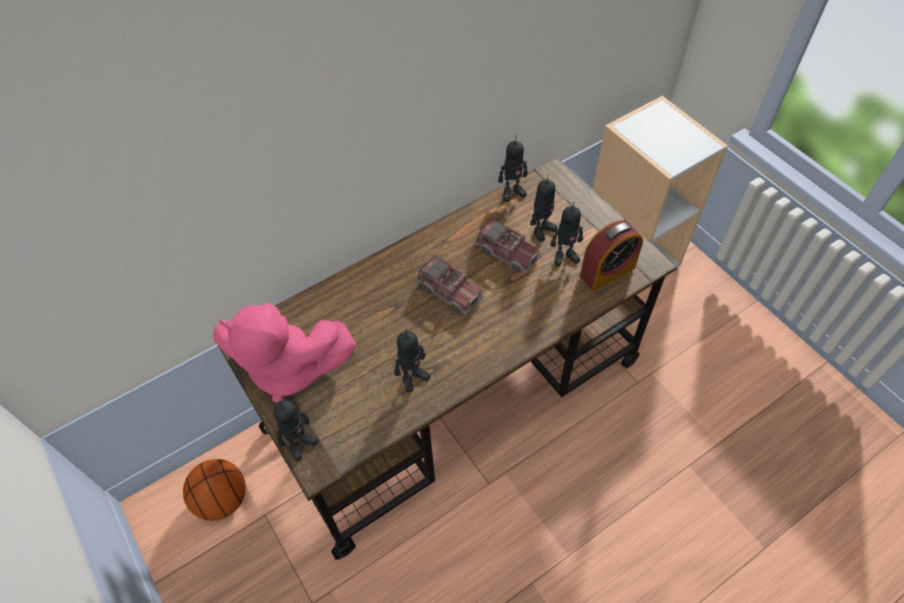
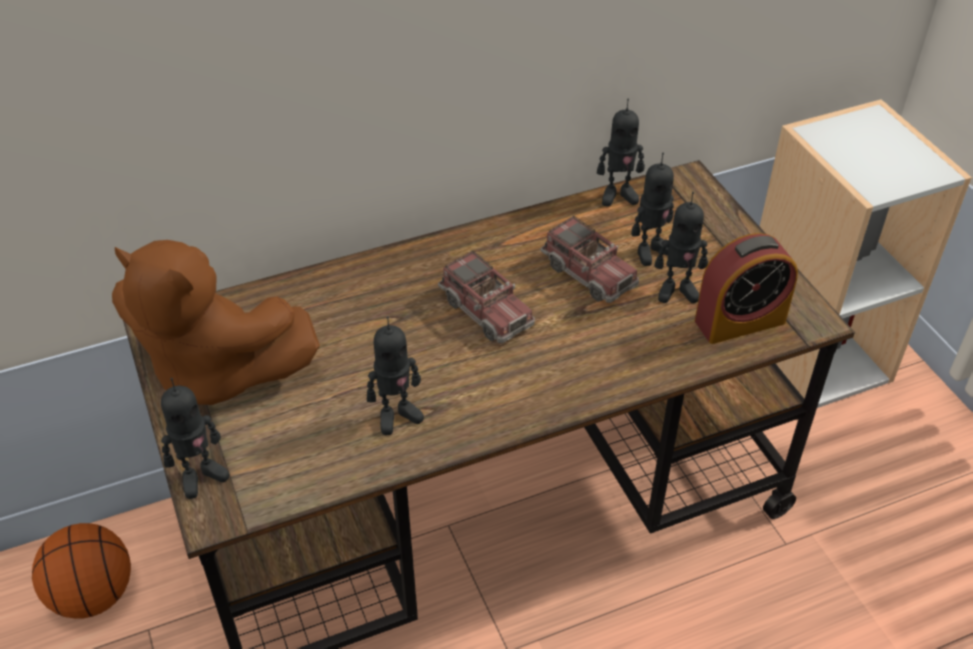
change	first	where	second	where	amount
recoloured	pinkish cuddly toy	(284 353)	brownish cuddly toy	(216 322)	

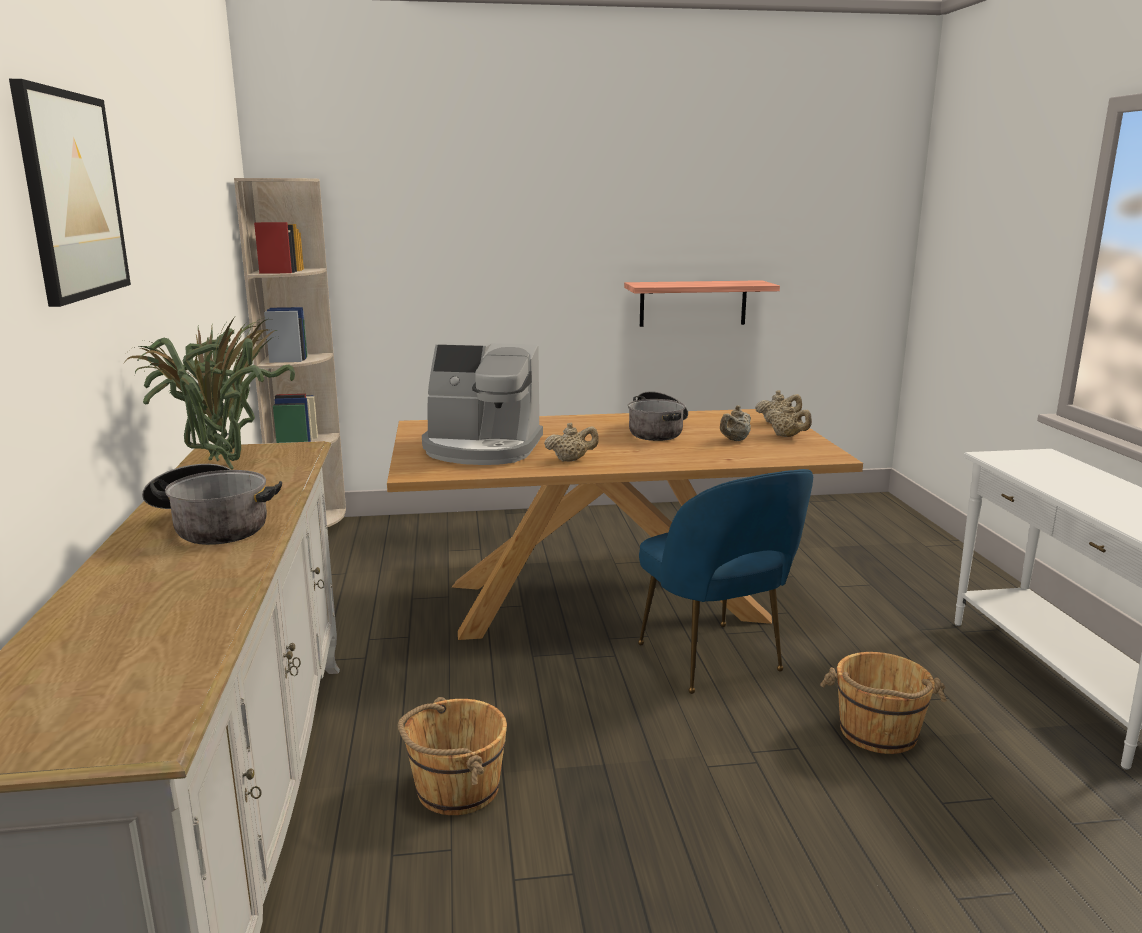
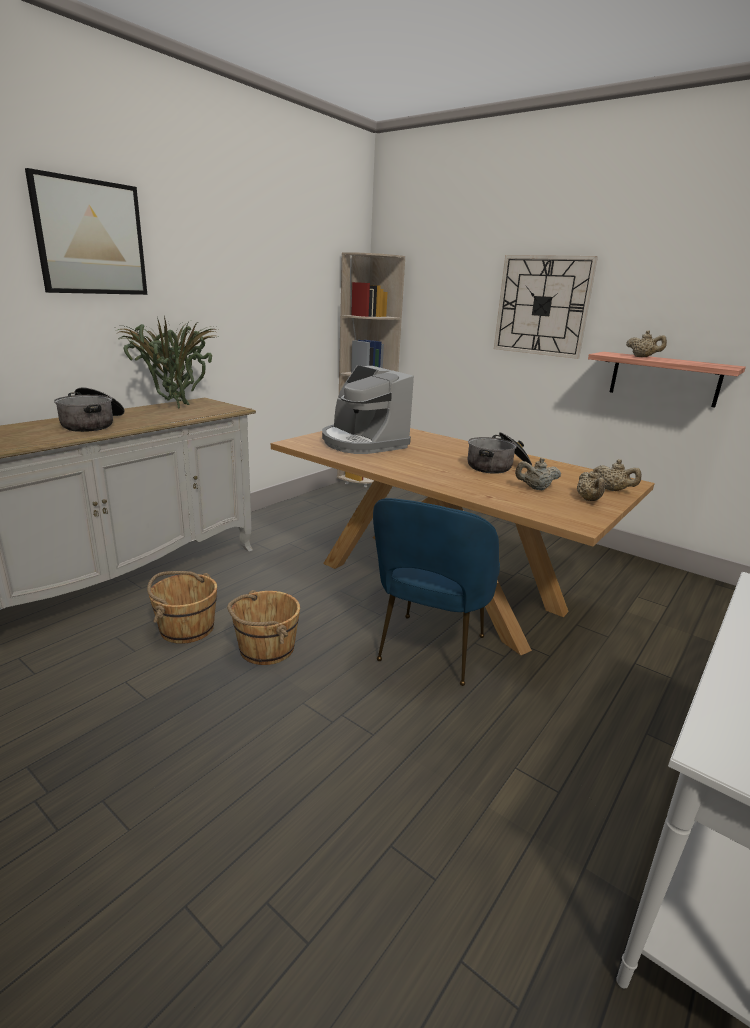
change	first	where	second	where	amount
moved	beige-coloured tea pot	(571 442)		(646 343)	
moved	brownish water bucket	(883 703)		(263 627)	
added			clock on the wall	(546 307)	

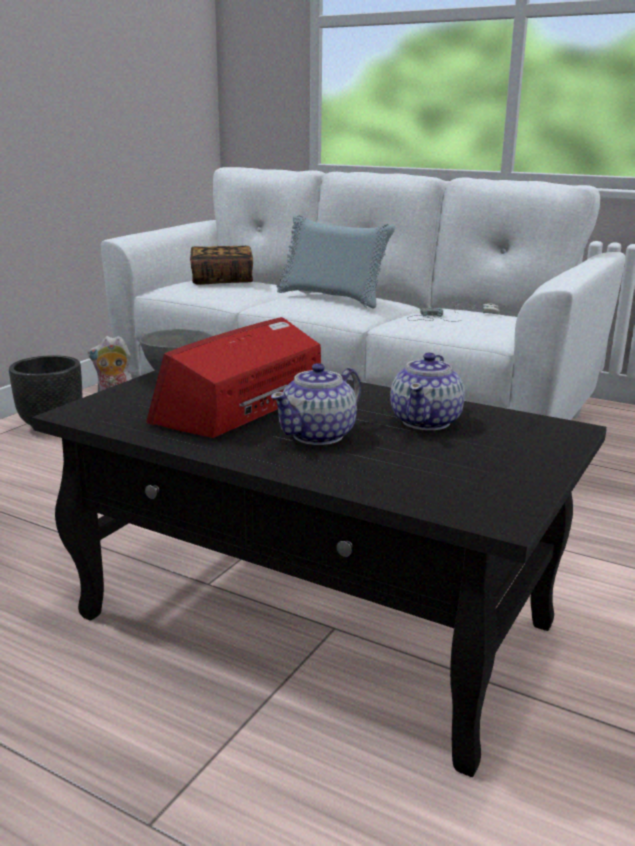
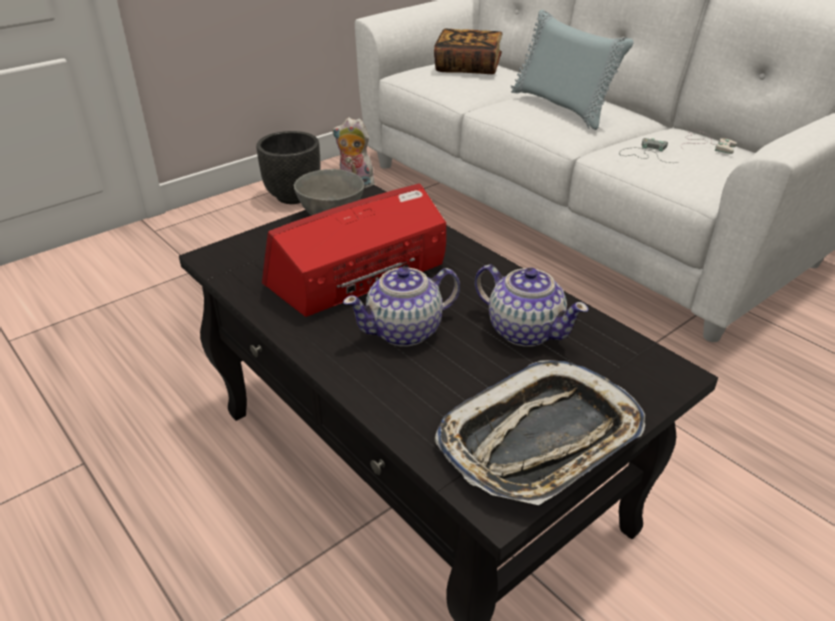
change	first	where	second	where	amount
turned	tea pot	(427 391)		(532 305)	90 degrees counterclockwise
added			carrying tray	(540 432)	

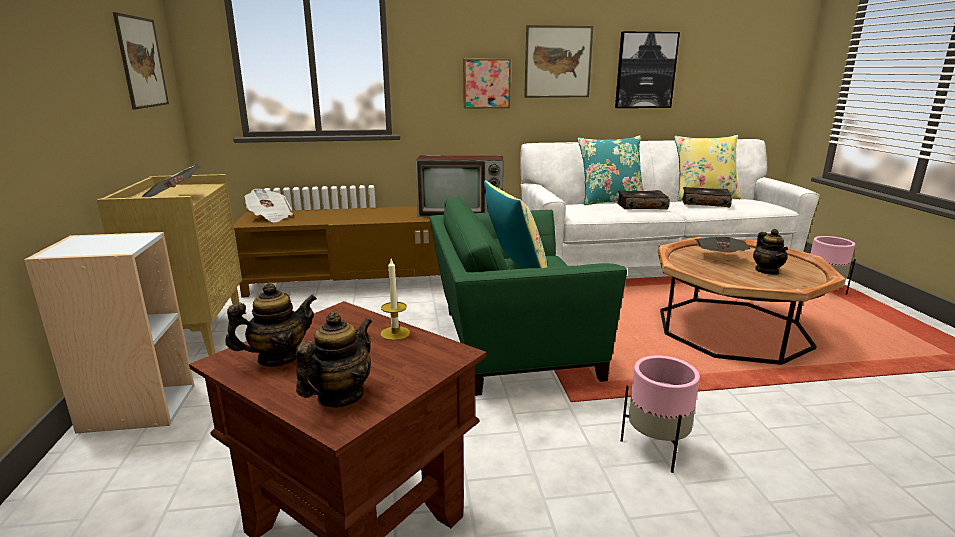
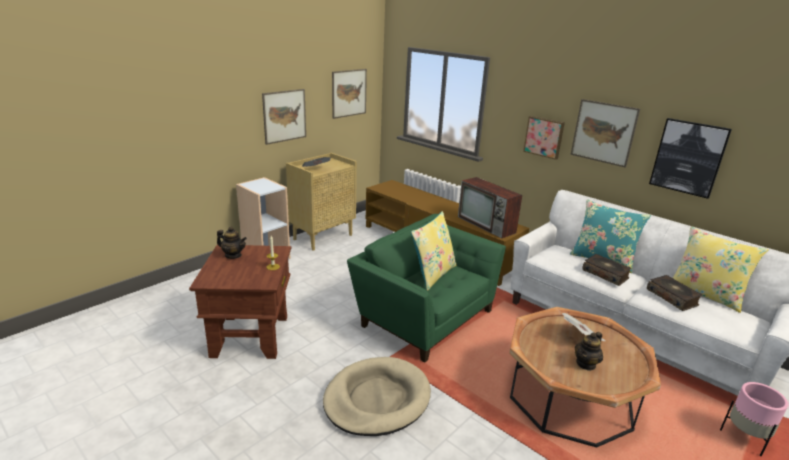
change	first	where	second	where	amount
removed	daily paper	(269 206)			
removed	tea pot	(334 359)			
replaced	pinkish plant pot	(660 414)	beige-coloured dog cushion	(377 396)	
added			wall picture	(284 117)	

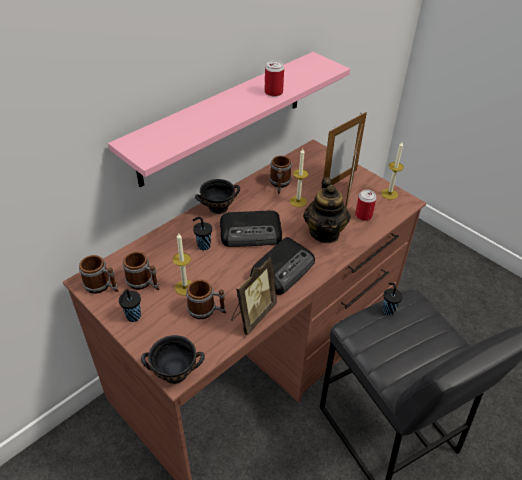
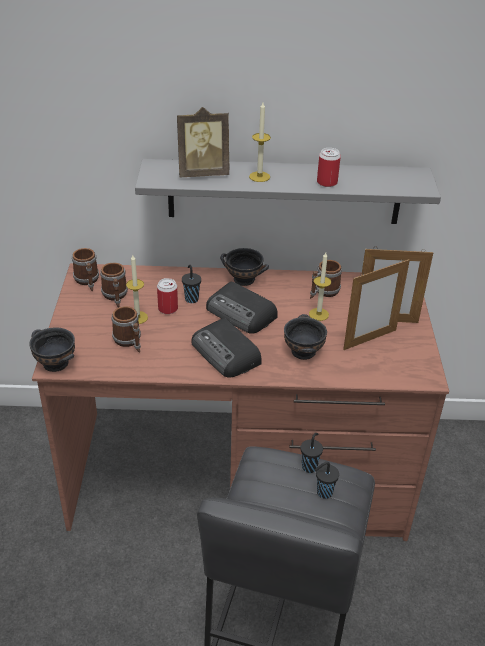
change	first	where	second	where	amount
recoloured	pinkish wall shelf	(229 119)	greyish wall shelf	(288 191)	
moved	black small cup	(130 305)		(327 480)	
moved	photo frame	(254 296)		(203 142)	
turned	radio set	(282 266)		(226 348)	60 degrees clockwise
replaced	tea pot	(327 210)	black serving bowl	(305 337)	
moved	metal can	(366 205)		(167 296)	
moved	candle	(392 171)		(260 142)	

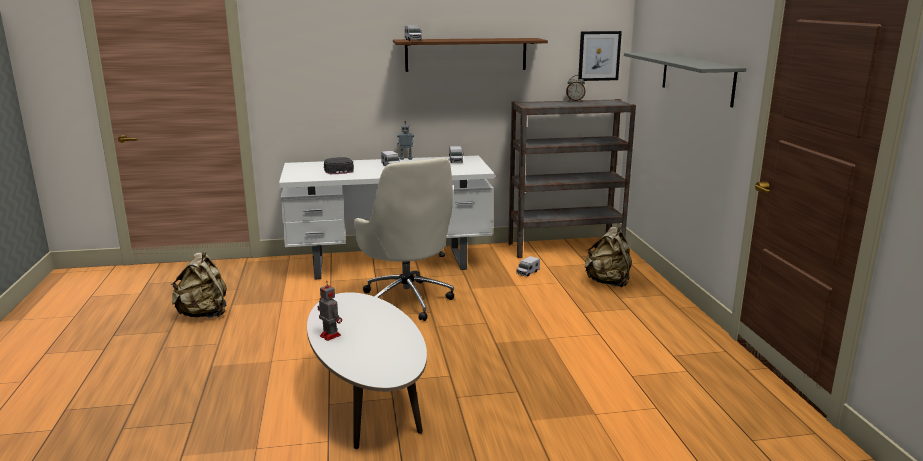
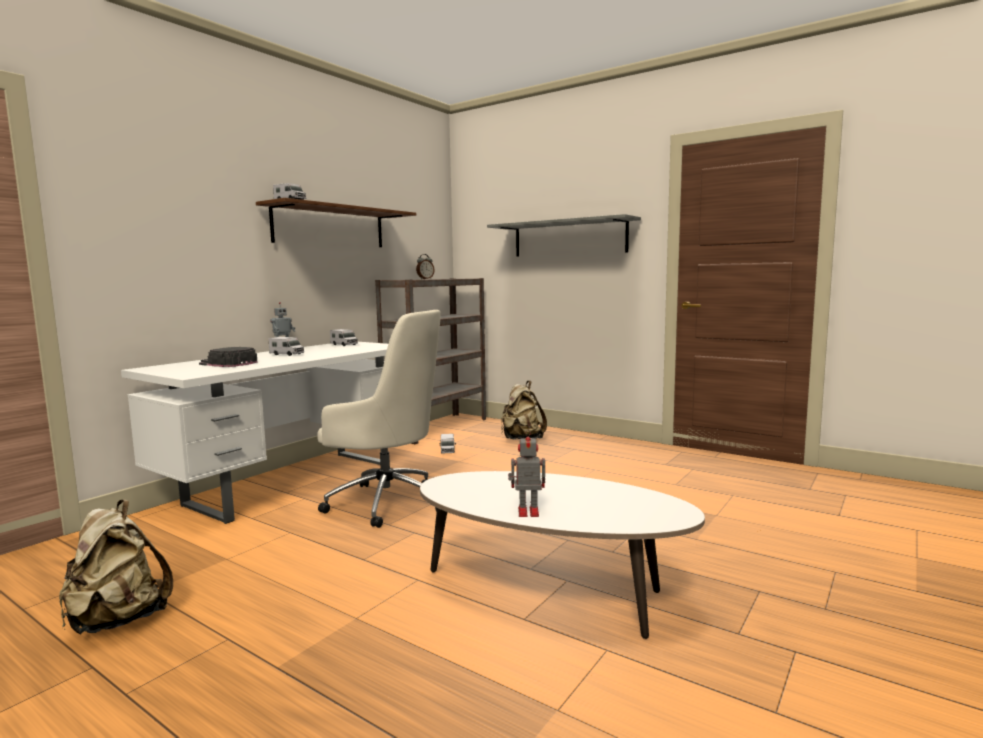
change	first	where	second	where	amount
removed	wall picture	(600 56)			

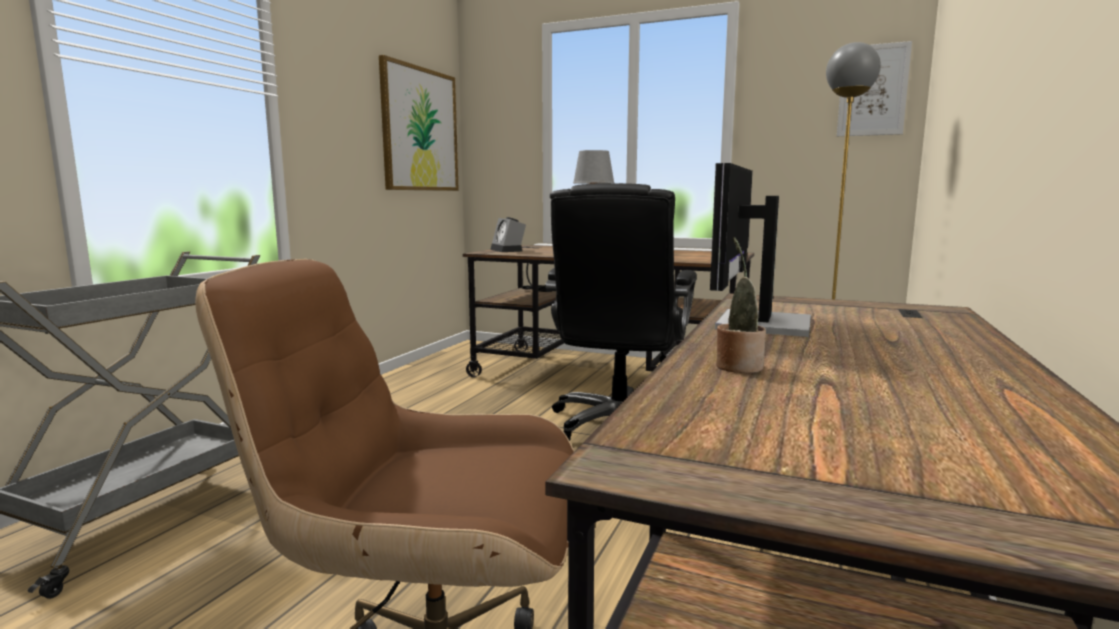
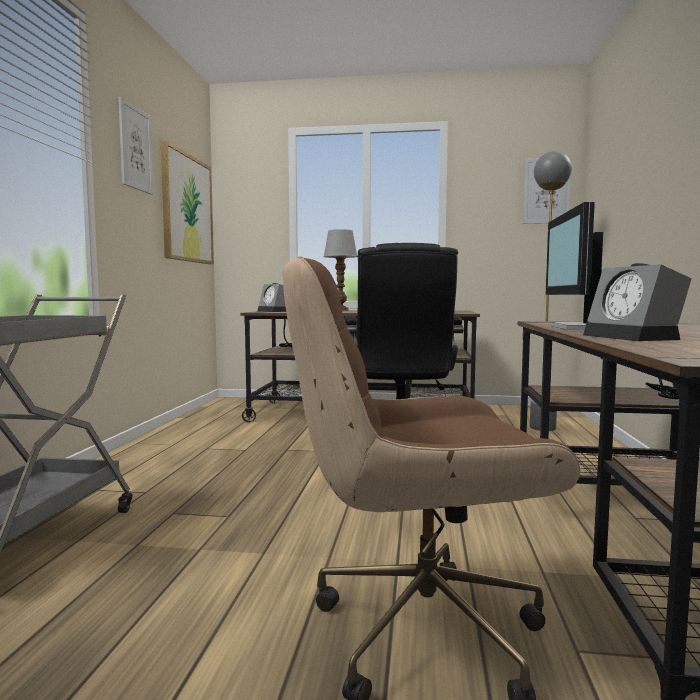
change	first	where	second	where	amount
replaced	potted plant	(741 305)	alarm clock	(637 302)	
added			wall picture	(135 146)	

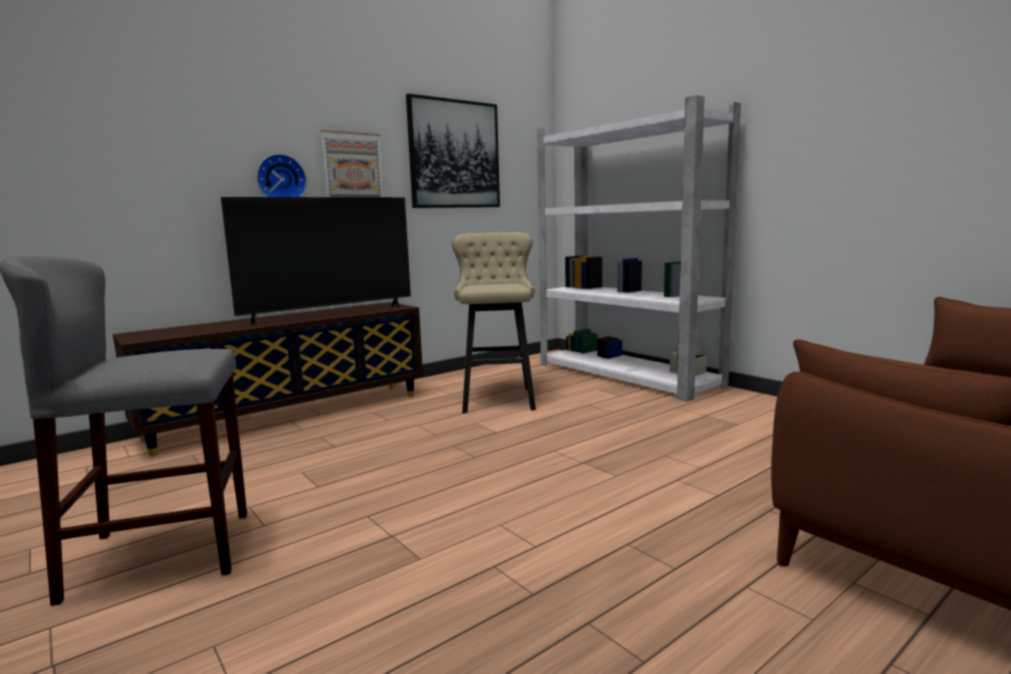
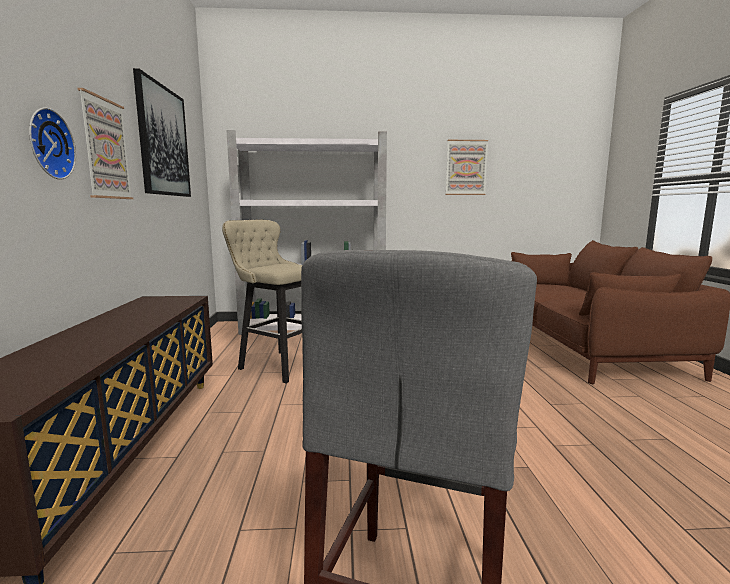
change	first	where	second	where	amount
removed	television	(316 261)			
added			wall picture	(467 167)	

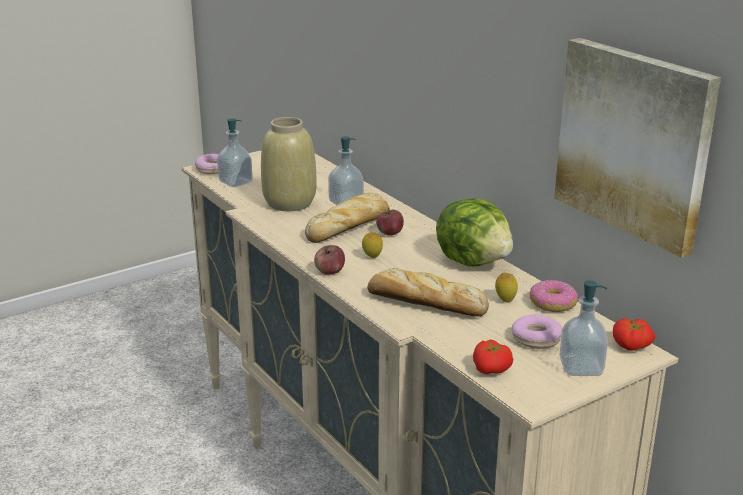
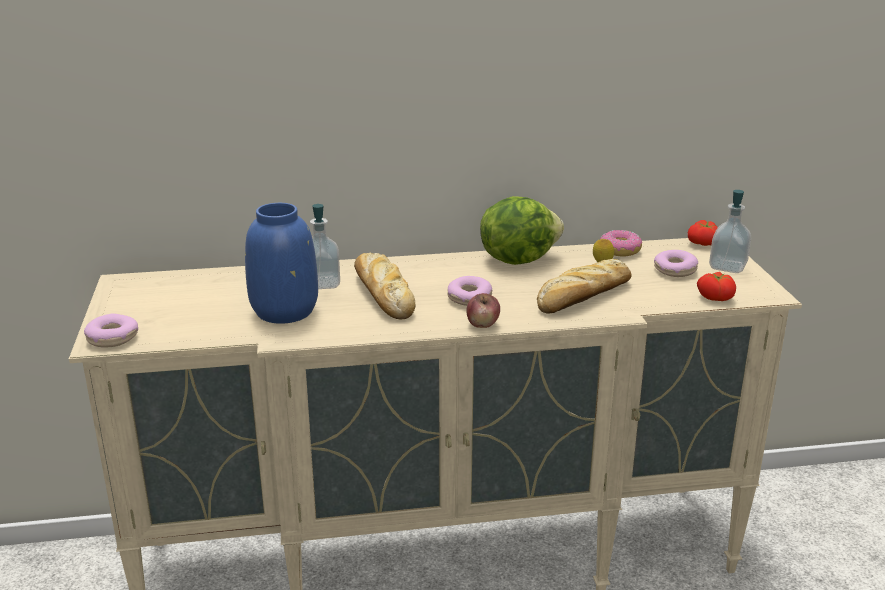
change	first	where	second	where	amount
removed	soap dispenser	(235 152)			
recoloured	beige-coloured flower vase	(288 164)	blue flower vase	(281 263)	
replaced	citrus fruit	(372 245)	doughnut	(469 291)	
removed	whole apple	(390 222)			
removed	wall picture	(637 148)			

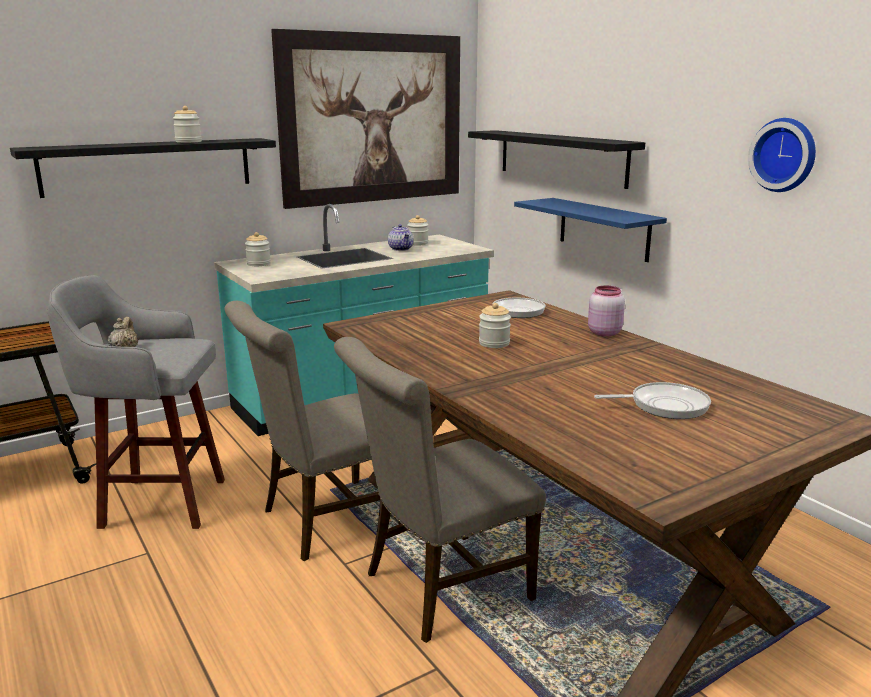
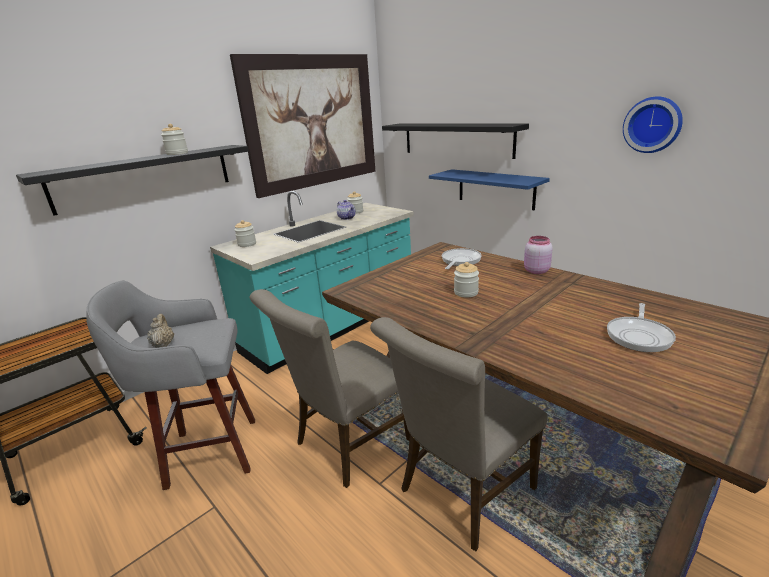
change	first	where	second	where	amount
turned	skillet	(652 400)		(641 327)	135 degrees clockwise

